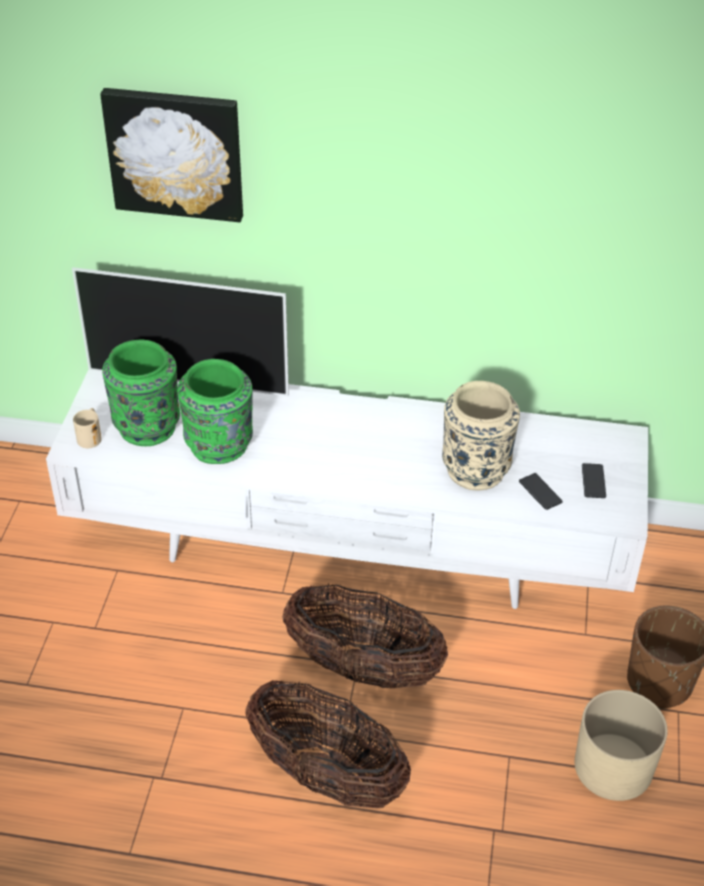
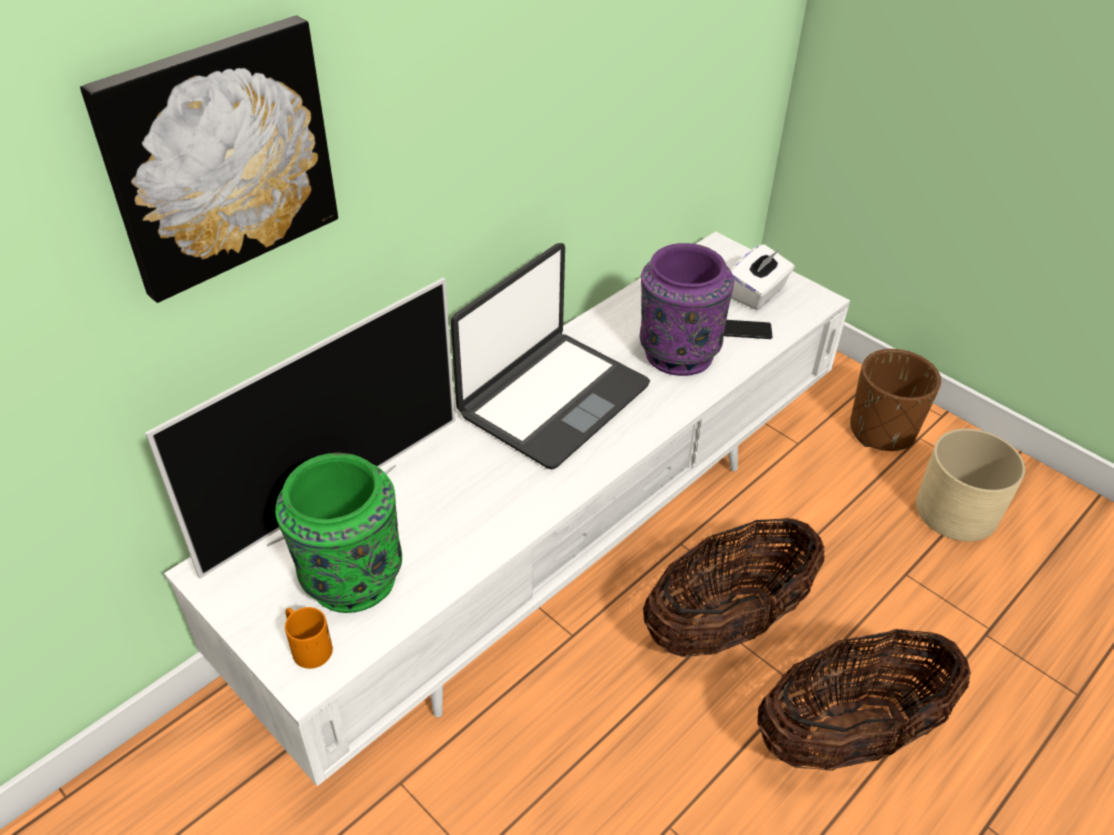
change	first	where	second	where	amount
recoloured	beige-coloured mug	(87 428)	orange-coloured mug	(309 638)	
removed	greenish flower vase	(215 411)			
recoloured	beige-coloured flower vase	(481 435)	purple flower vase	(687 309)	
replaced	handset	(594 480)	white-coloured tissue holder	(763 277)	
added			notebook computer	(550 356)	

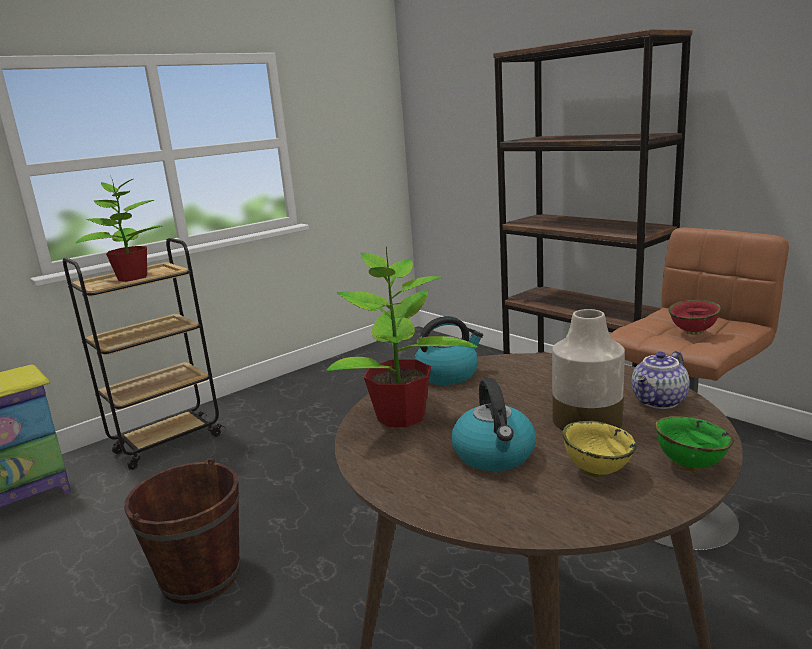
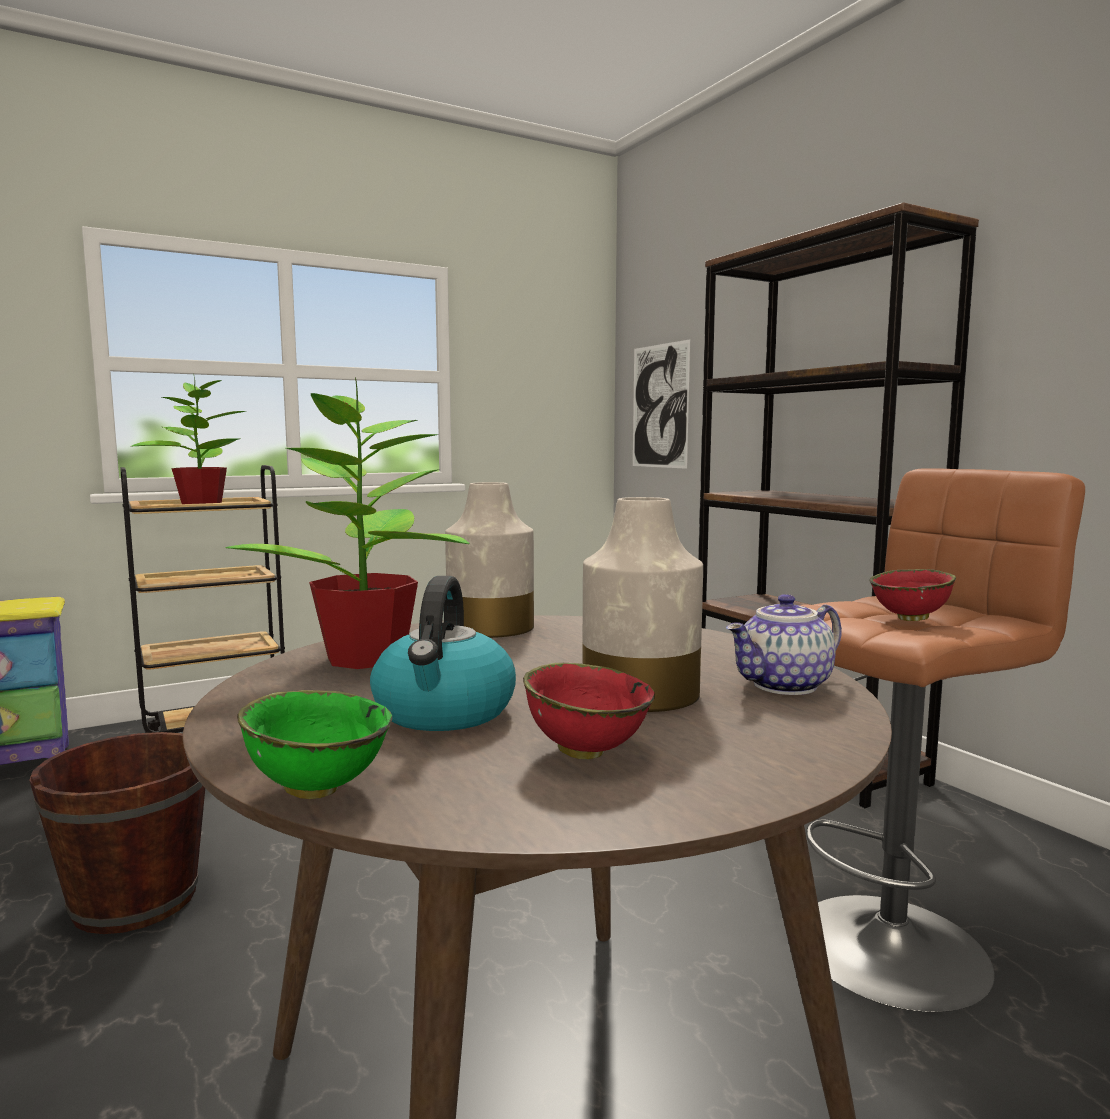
change	first	where	second	where	amount
replaced	water kettle	(448 350)	beige-coloured flower vase	(489 560)	
recoloured	yellow-coloured serving bowl	(599 449)	red serving bowl	(589 711)	
moved	greenish serving bowl	(694 443)		(314 744)	
added			wall picture	(662 404)	

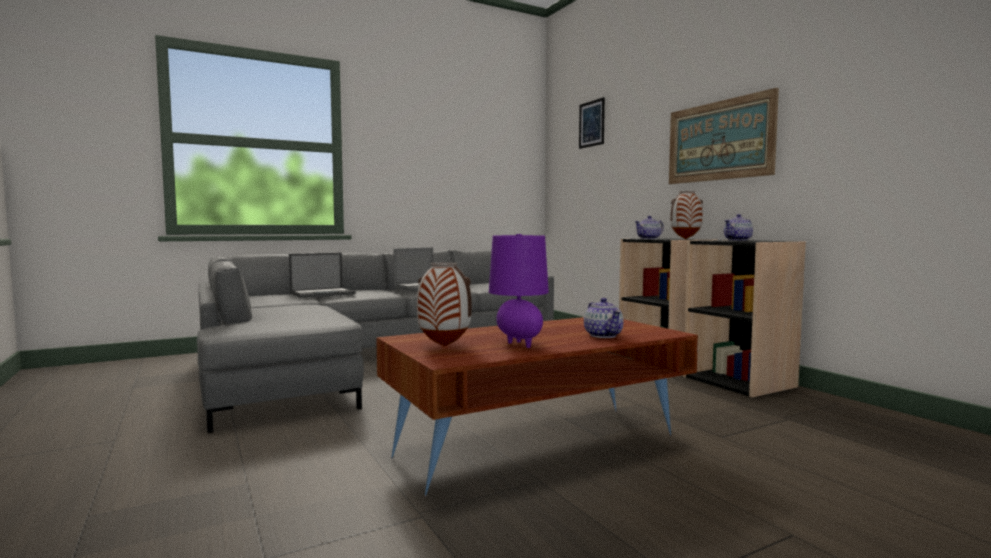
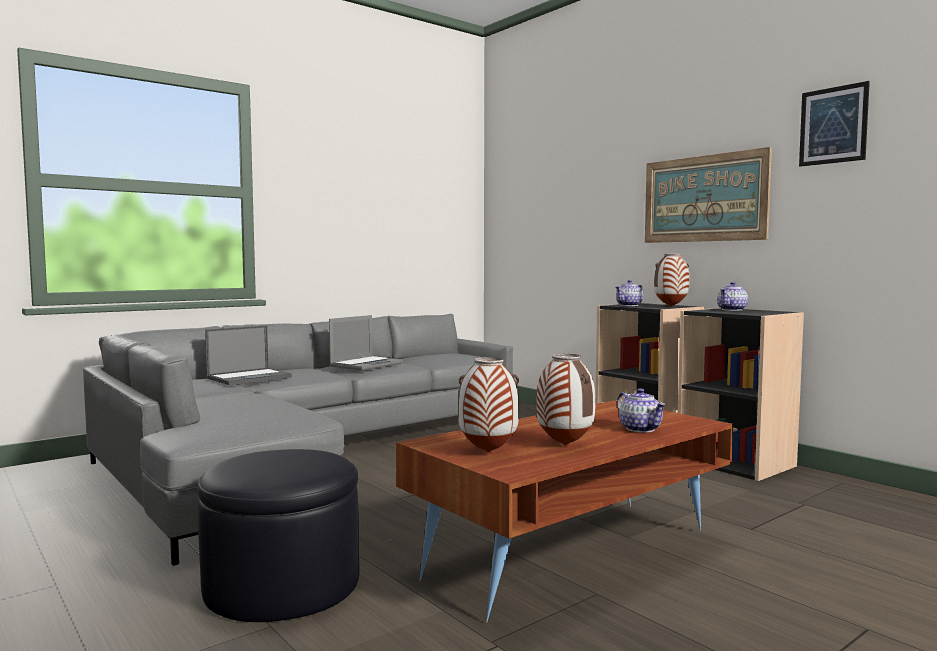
change	first	where	second	where	amount
replaced	purple tabletop lamp	(519 291)	flower vase	(566 399)	
moved	wall picture	(592 123)		(834 124)	
added			black ottoman	(278 535)	

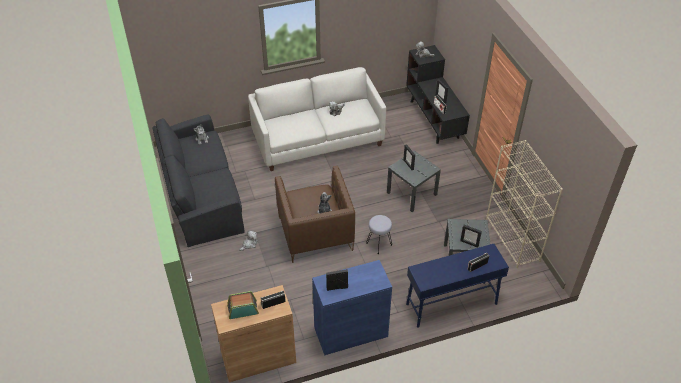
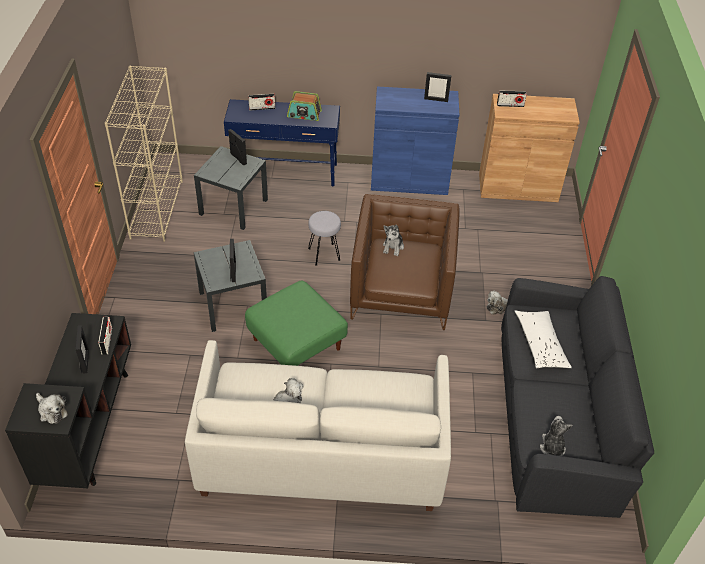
change	first	where	second	where	amount
moved	radio set	(243 305)		(304 106)	
added			greenish ottoman	(296 323)	
added			white-coloured cushion	(543 339)	

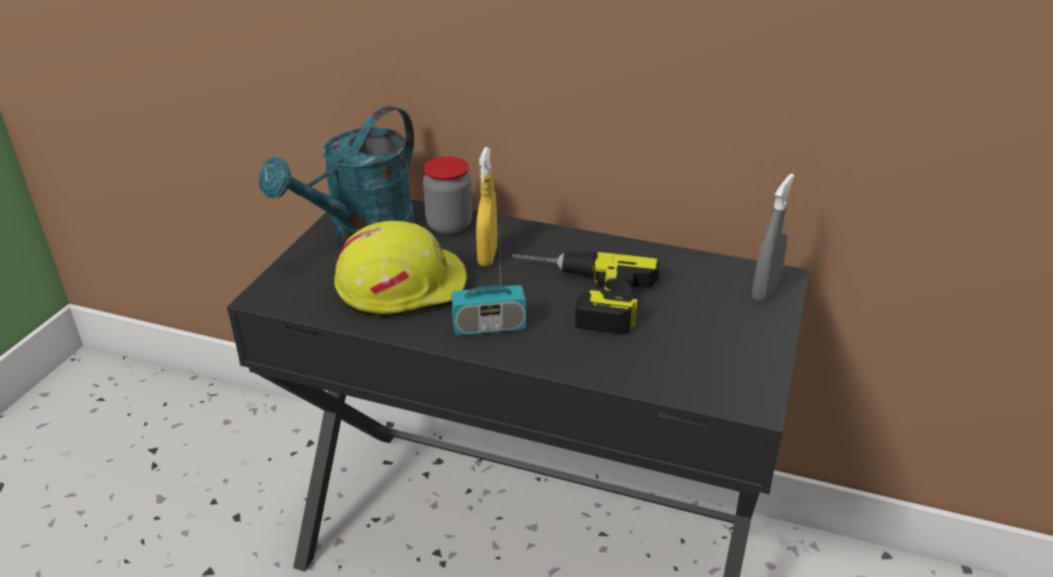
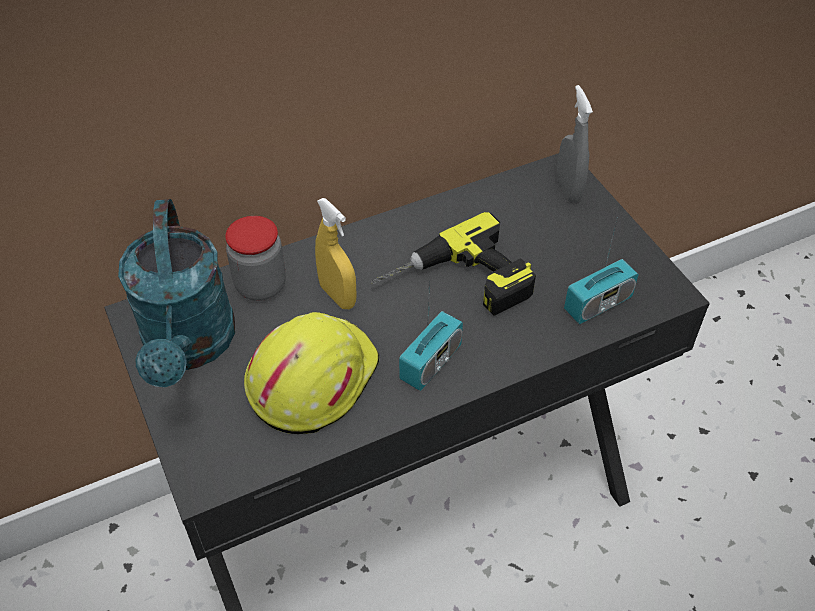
change	first	where	second	where	amount
added			radio set	(601 272)	

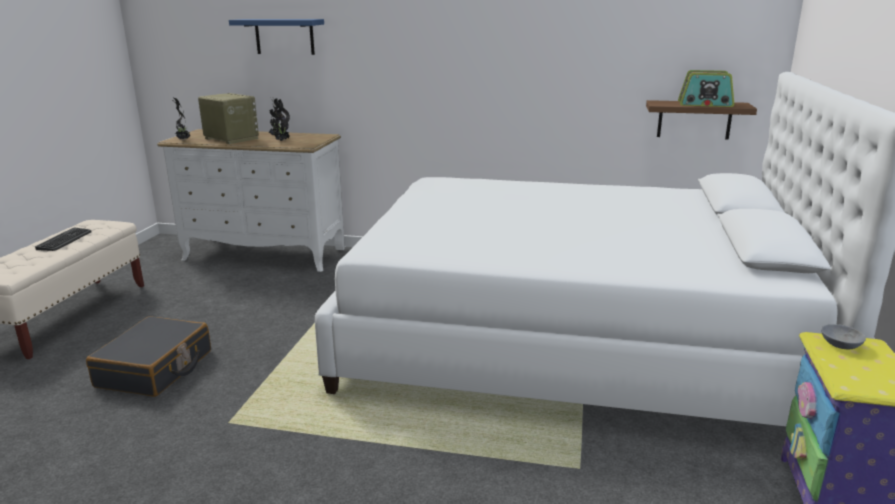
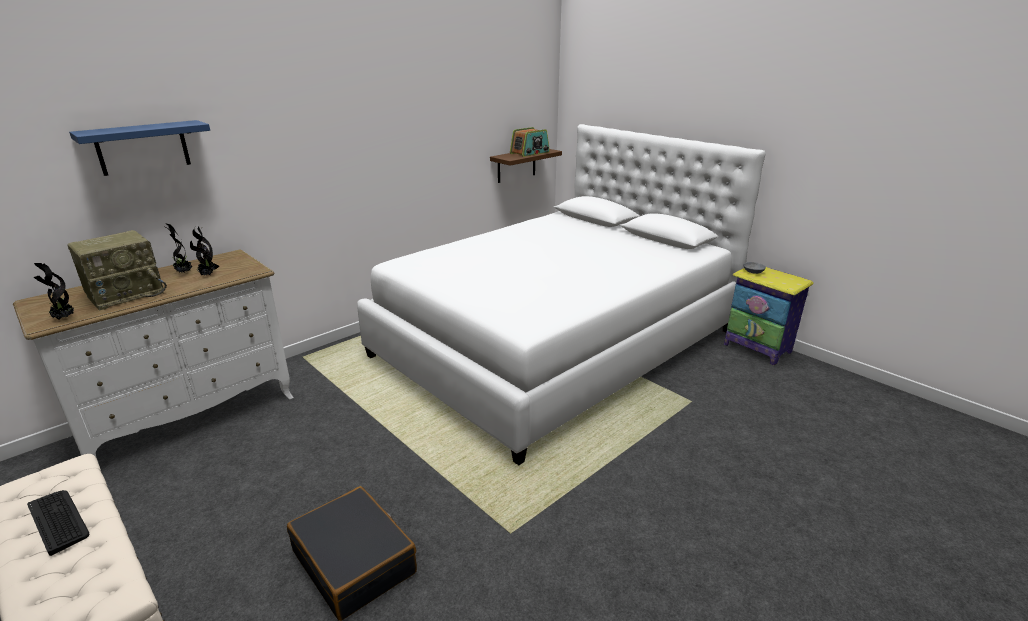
change	first	where	second	where	amount
turned	radio set	(228 118)		(117 270)	150 degrees clockwise

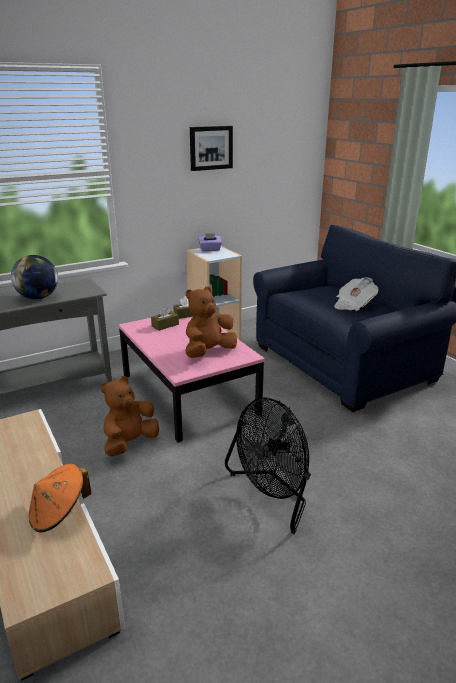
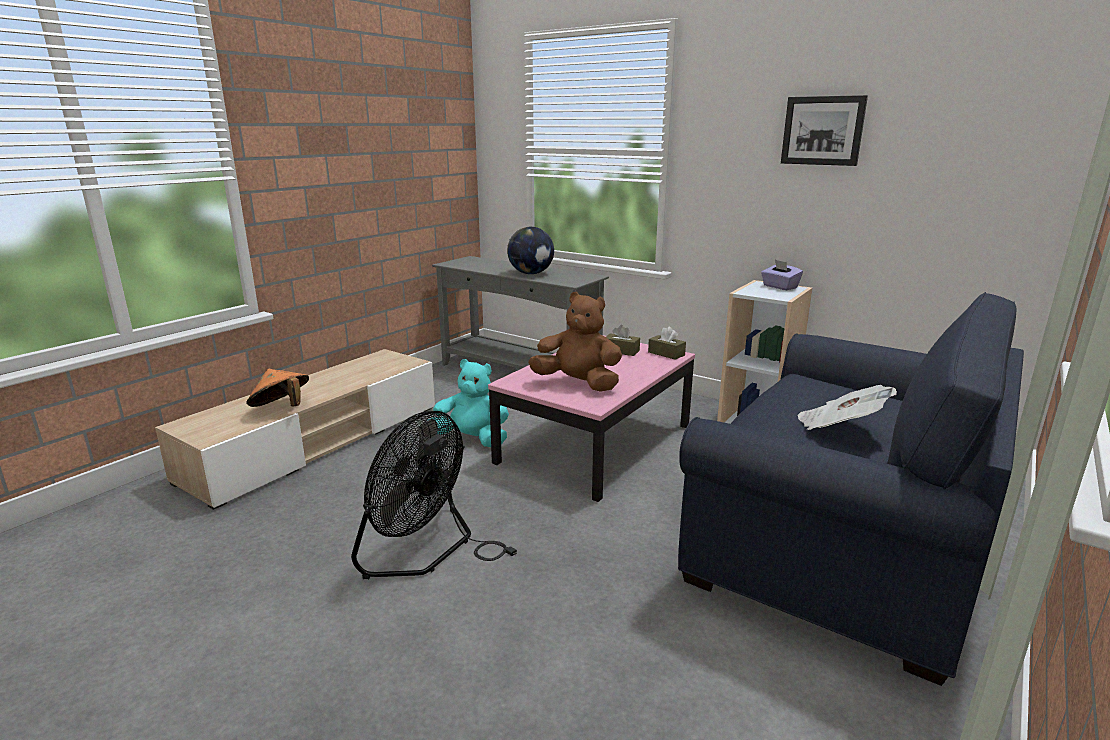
change	first	where	second	where	amount
recoloured	brownish cuddly toy	(130 416)	blue-green cuddly toy	(468 403)	

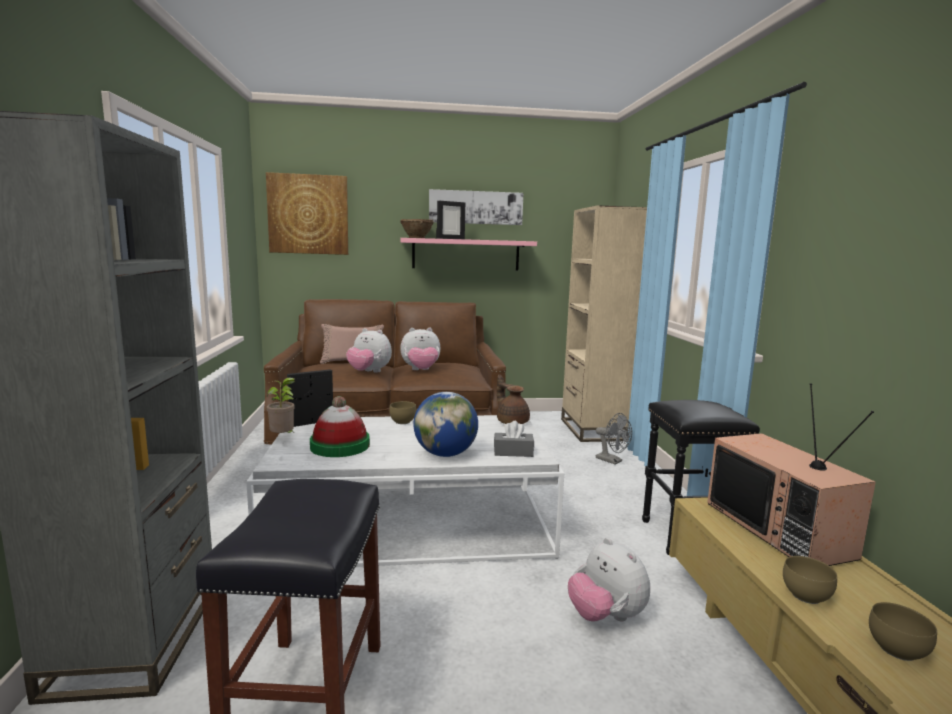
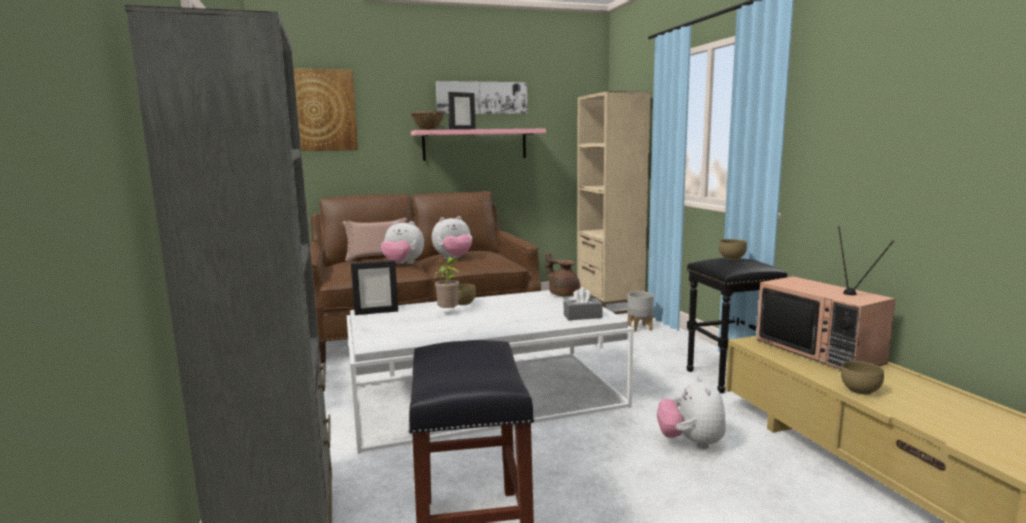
change	first	where	second	where	amount
moved	potted plant	(280 405)		(447 283)	
turned	photo frame	(310 398)		(374 287)	150 degrees counterclockwise
removed	hat	(340 426)			
removed	desk globe	(446 424)			
turned	cuddly toy	(609 580)		(691 412)	45 degrees clockwise
replaced	greyish electric fan	(614 439)	greyish plant pot	(640 311)	
moved	brownish serving bowl	(903 631)		(733 249)	

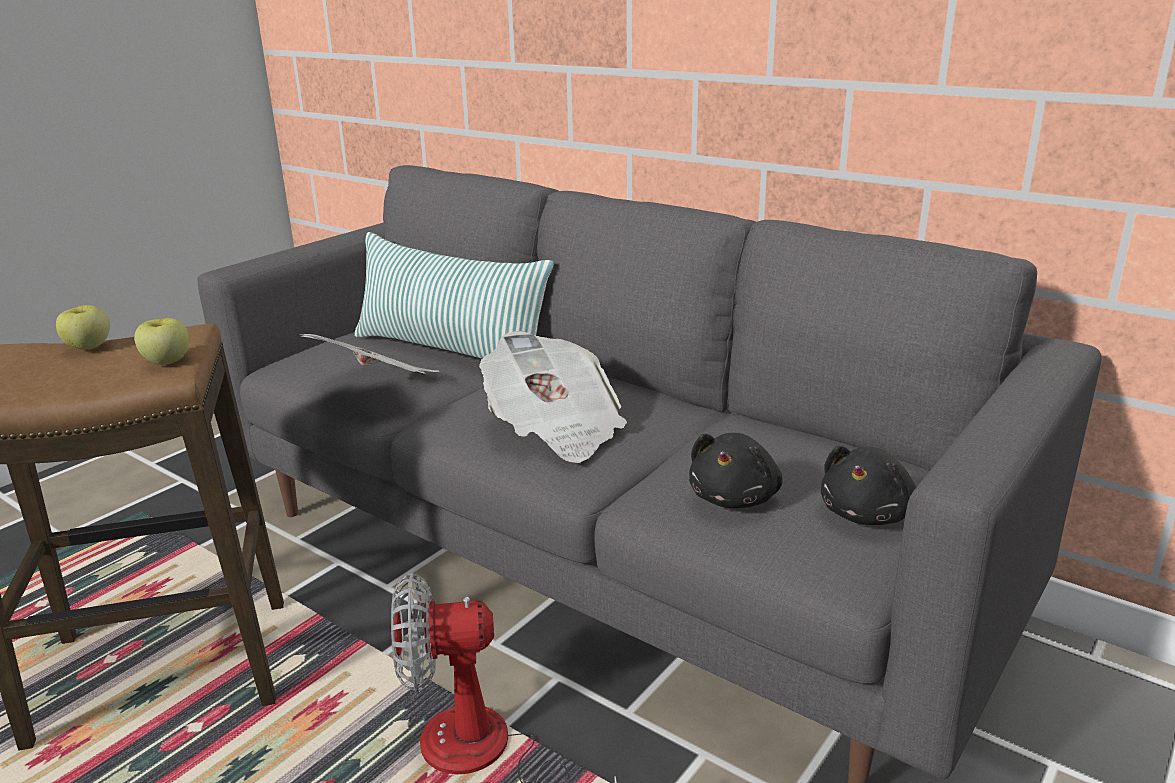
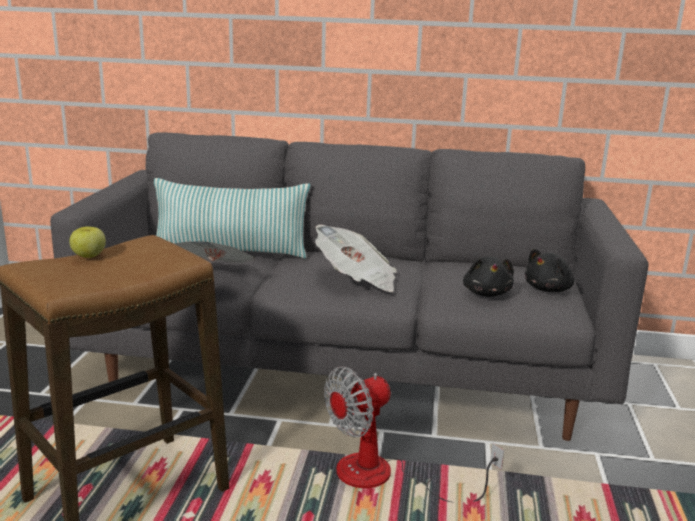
change	first	where	second	where	amount
removed	whole apple	(161 341)			
turned	black cuddly toy	(868 485)		(549 270)	45 degrees clockwise

